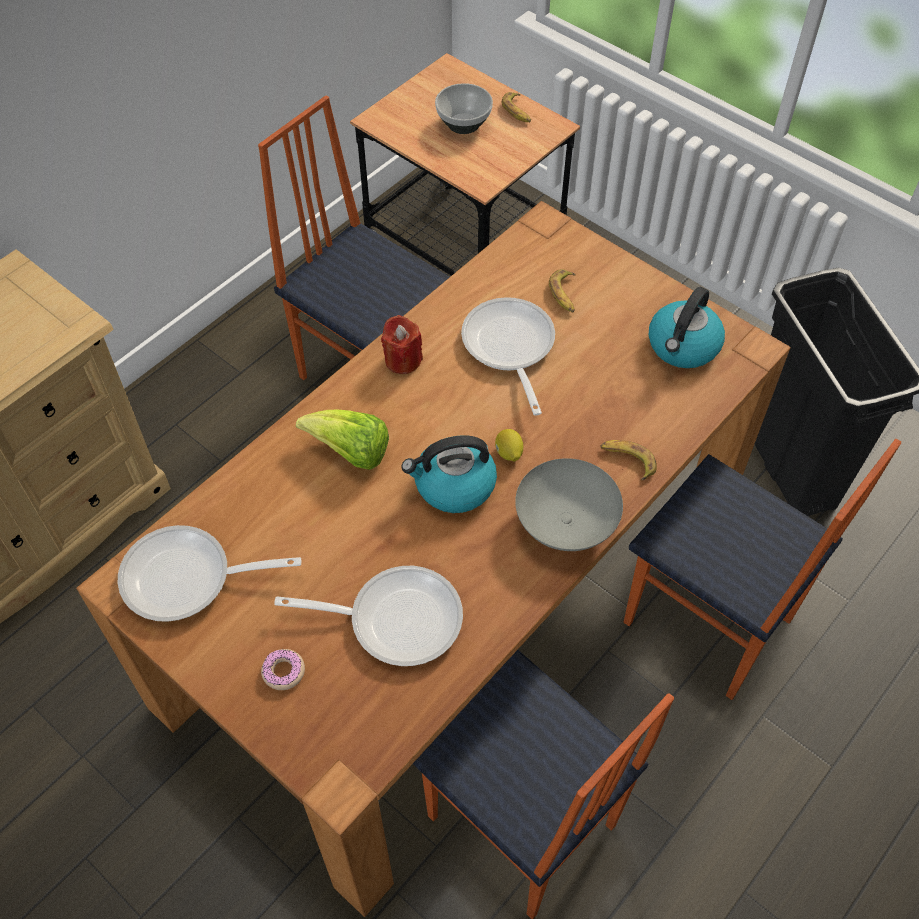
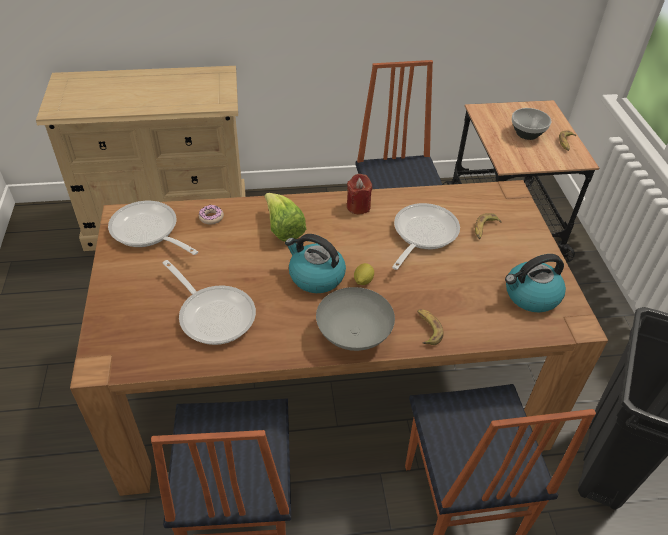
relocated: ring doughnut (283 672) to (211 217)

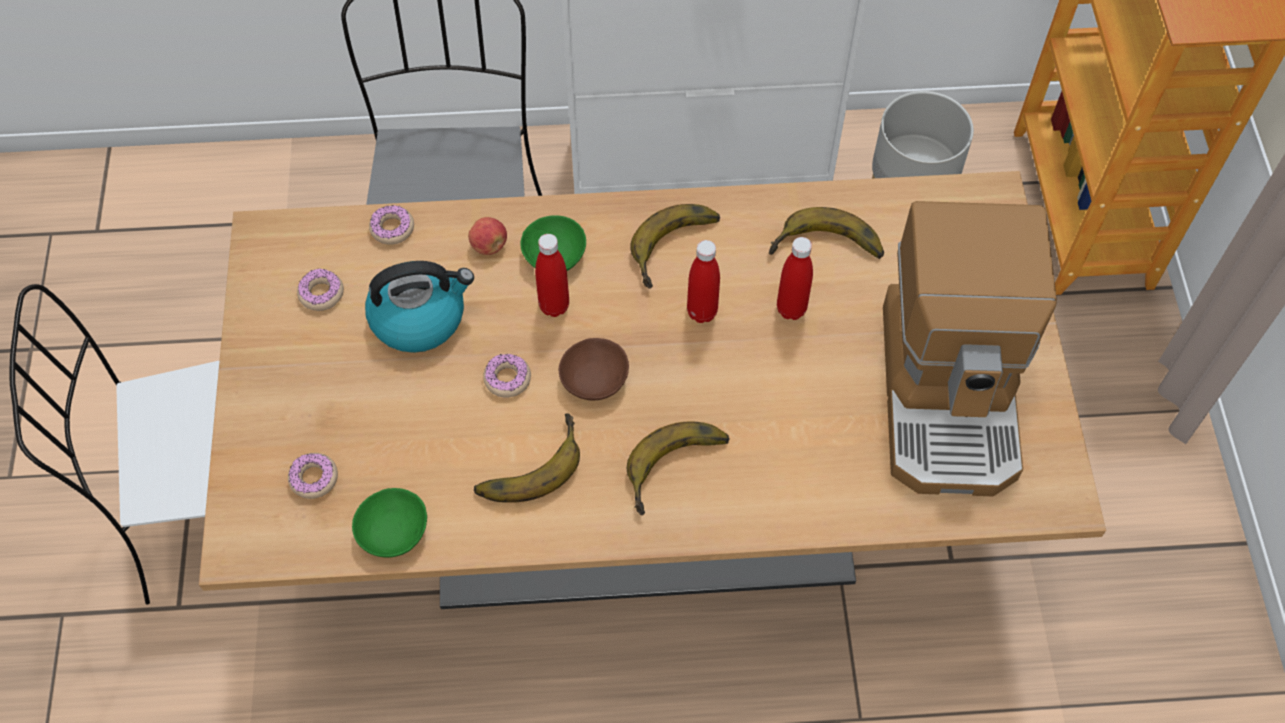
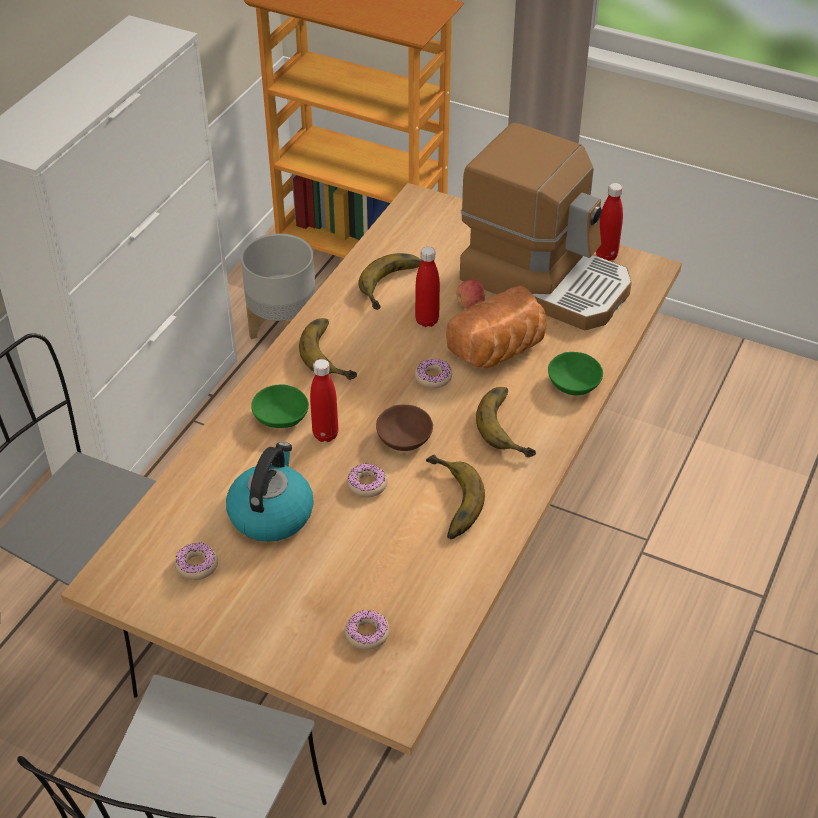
appeared: baked bread (500 350)
relocated: green bowl (392 528) to (571 383); ring doughnut (392 228) to (433 377); apple fruit (489 246) to (470 305); red-coloured drink bottle (702 312) to (606 255)

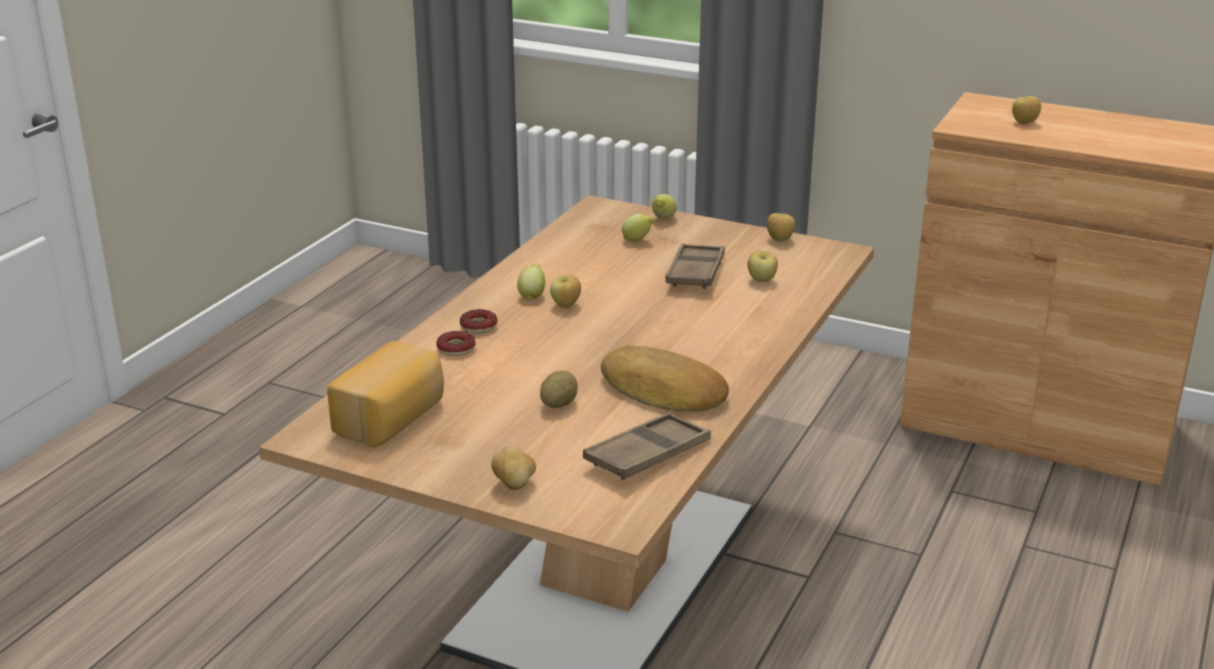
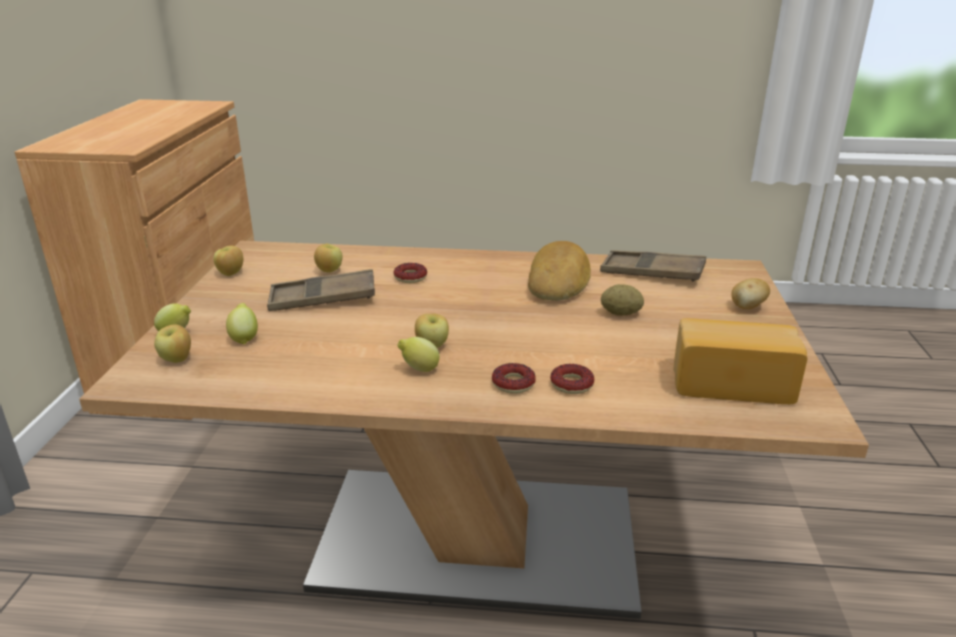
appeared: ring doughnut (410 277)
relocated: apple fruit (1024 123) to (177 359)

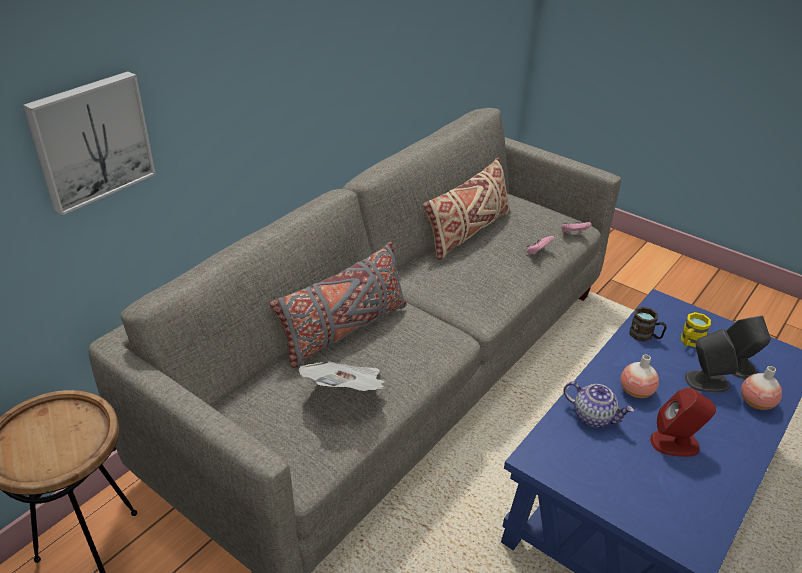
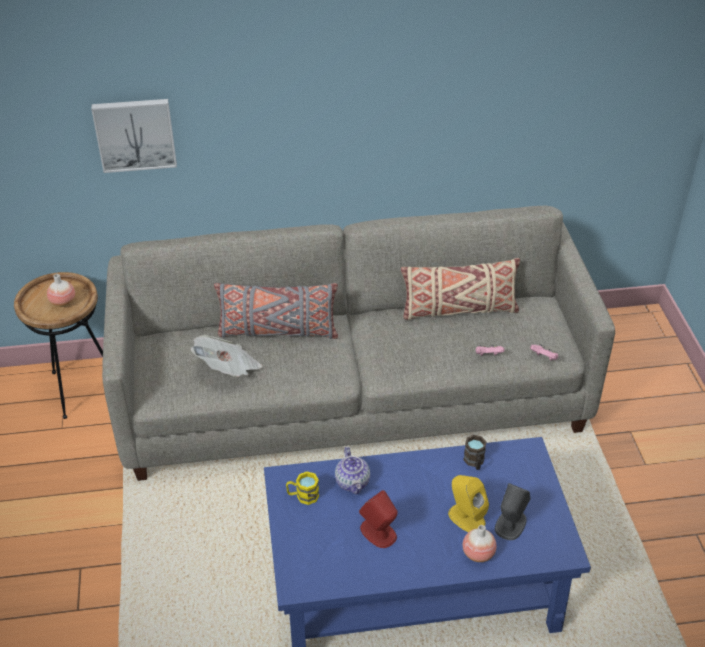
relocated: decorative vase (636 391) to (63 302); yellowish mug (689 342) to (303 496)
colour: greyish loudspeaker (706 381) to yellowish loudspeaker (466 517)

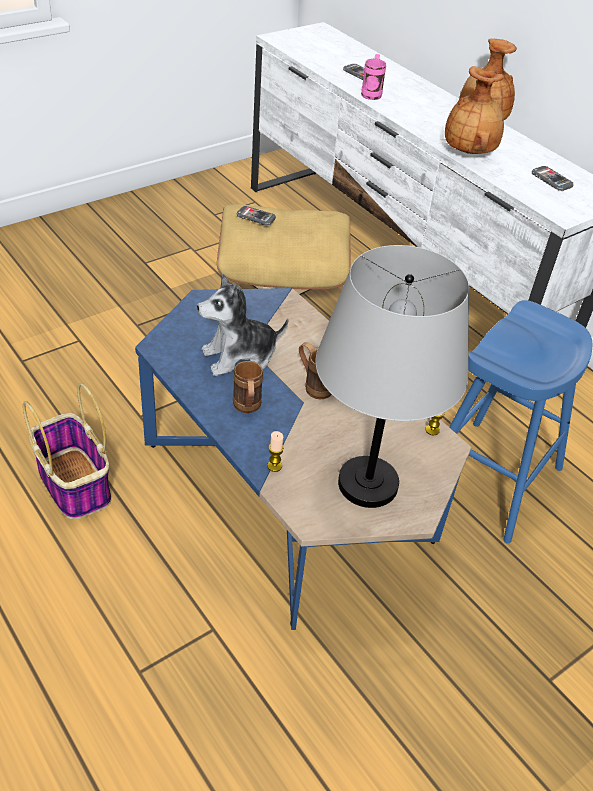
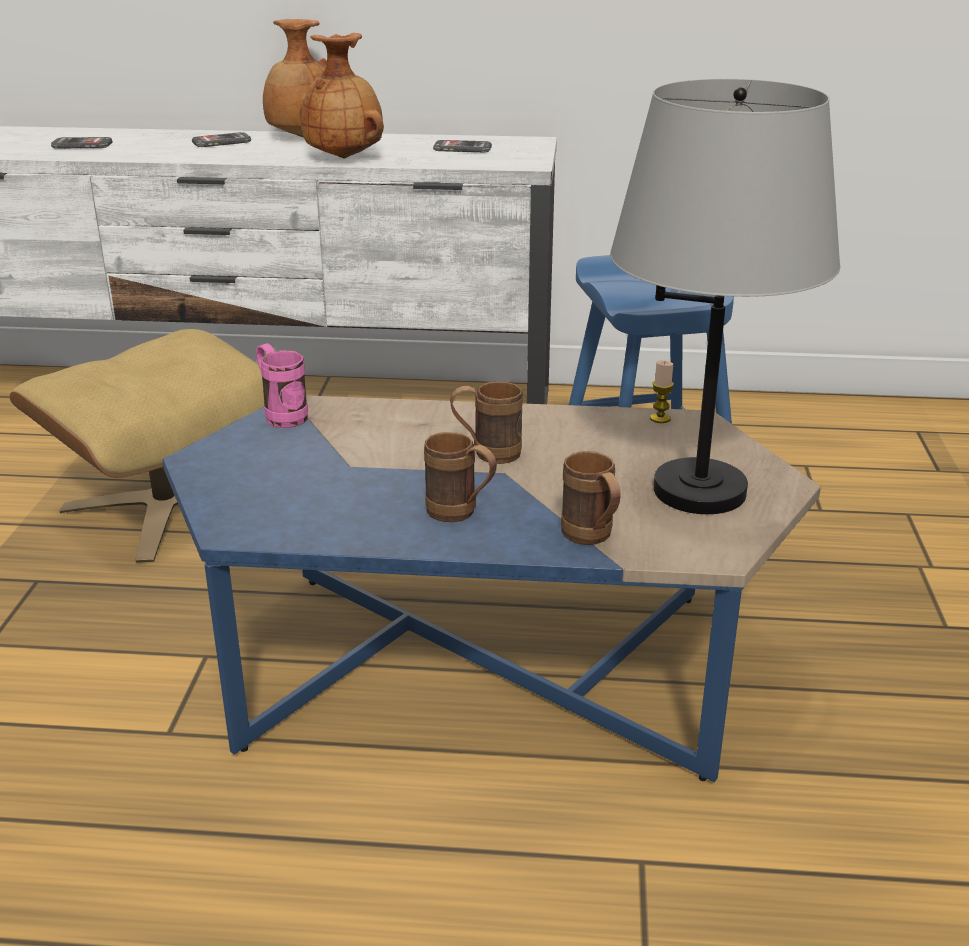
missing: basket (73 483); soft toy (239 357)
relocated: phone (256 217) to (221 142); pinkish mug (372 93) to (281 415)
exchanged: candle (274 466) to brownish mug (592 538)

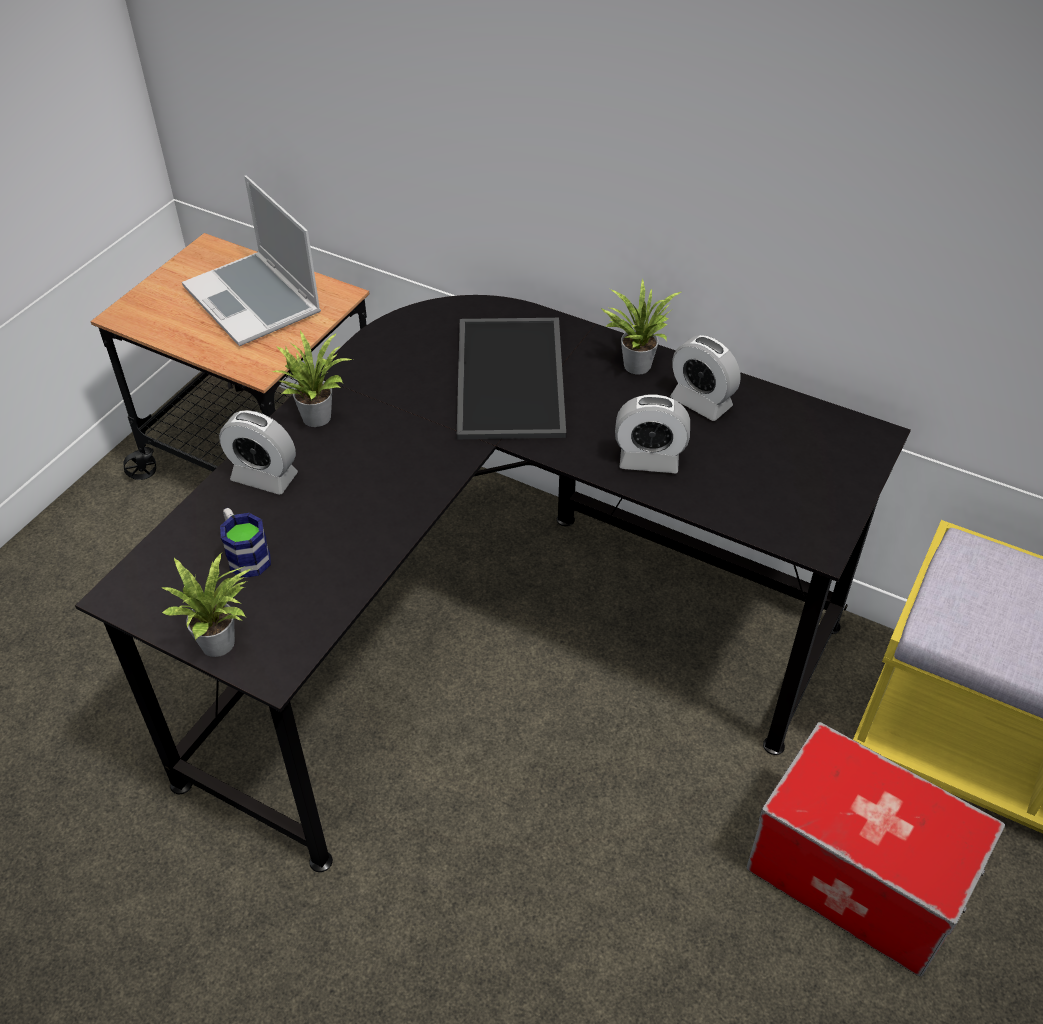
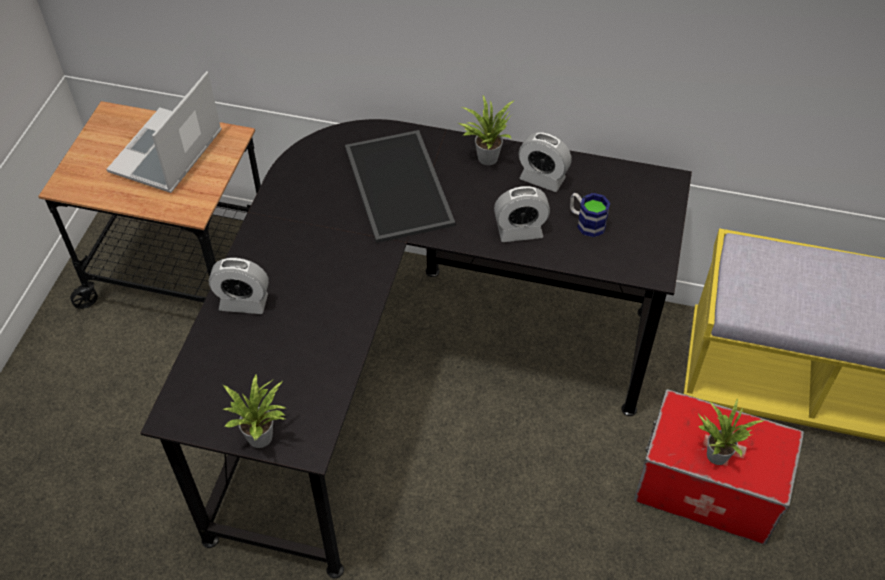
relocated: mug (245 555) to (586 222); potted plant (317 414) to (716 452)
spun: notebook computer (255 301) = (167 154) 75 degrees clockwise

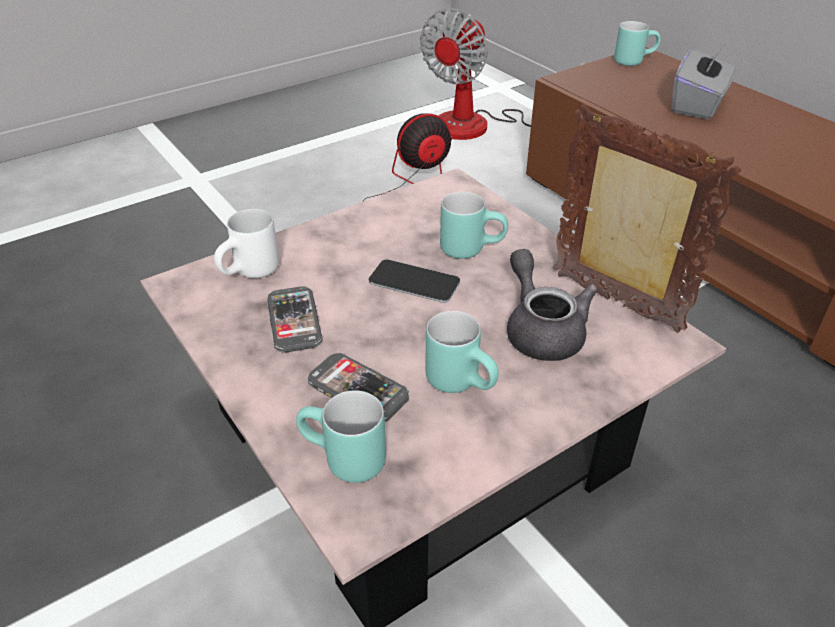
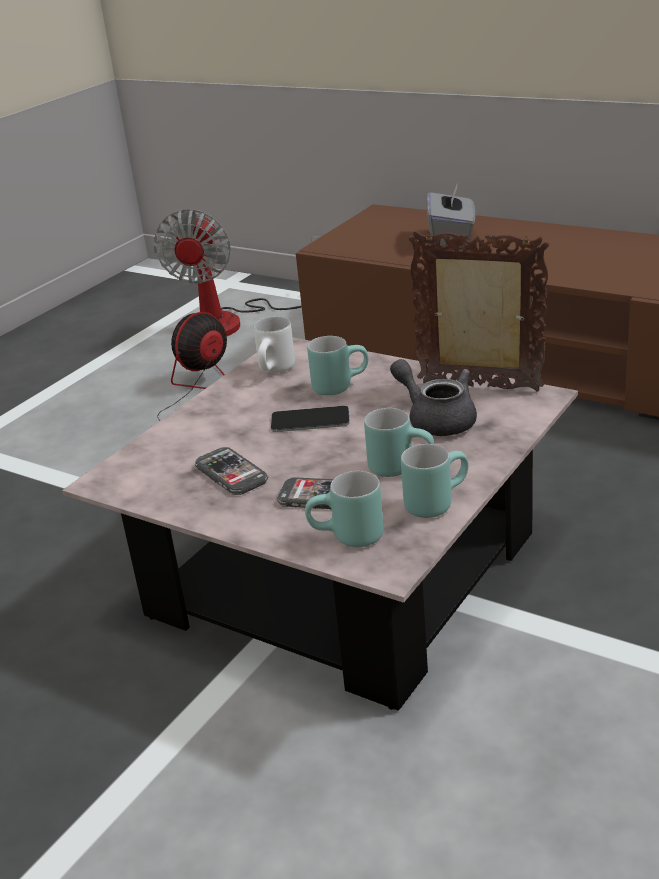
relocated: white-coloured mug (251 274) to (277 371); turquoise mug (633 60) to (435 501)

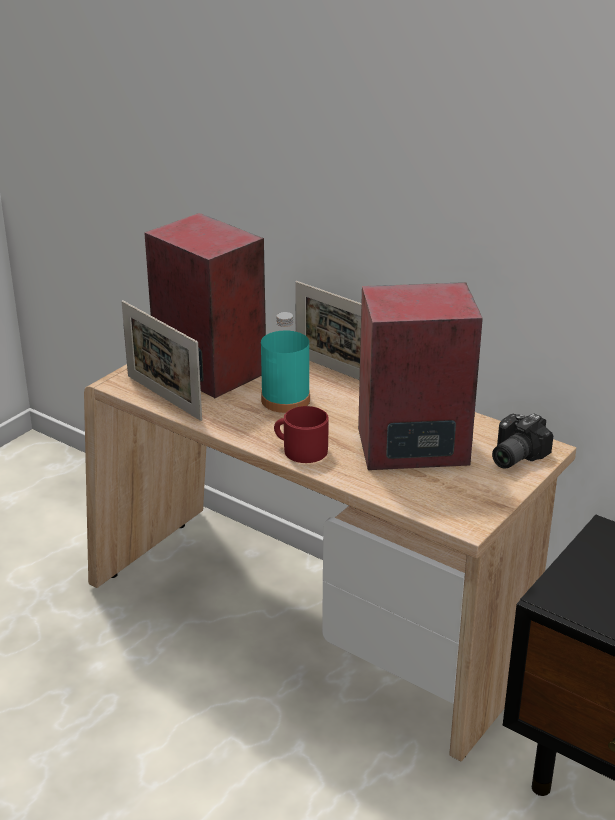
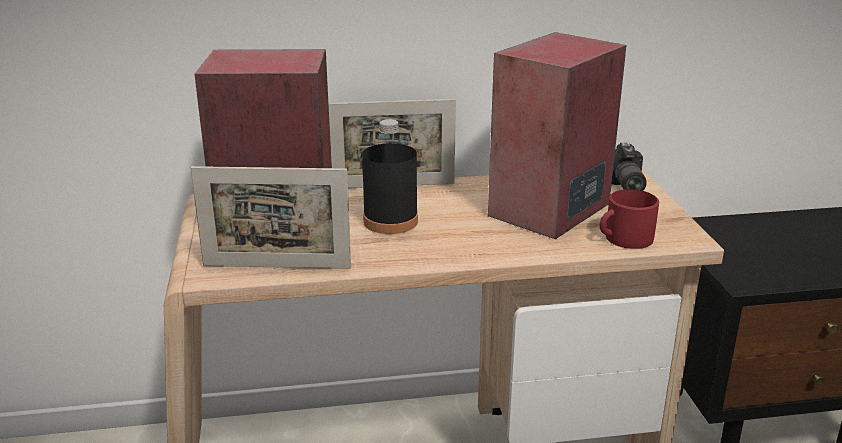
relocated: red-coloured mug (300 449) to (623 239)
colour: turquoise drink bottle (285 400) to black drink bottle (390 221)

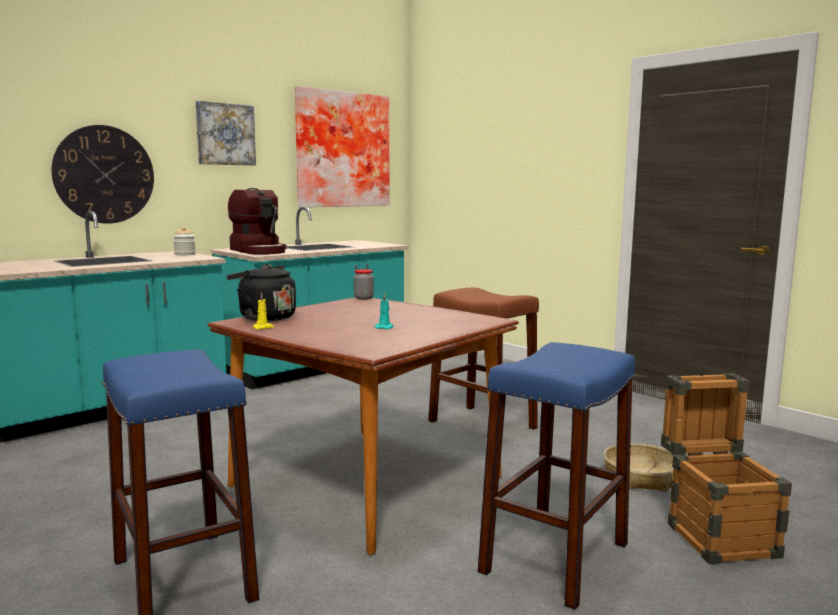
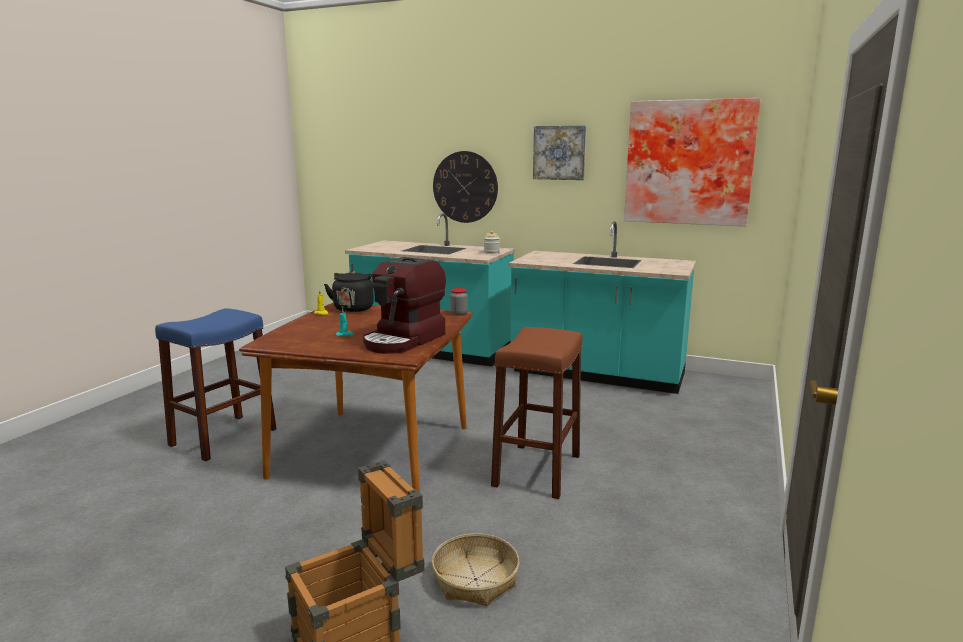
missing: blue-coloured stool (555 558)
relocated: coffee machine (259 251) to (404 340)

